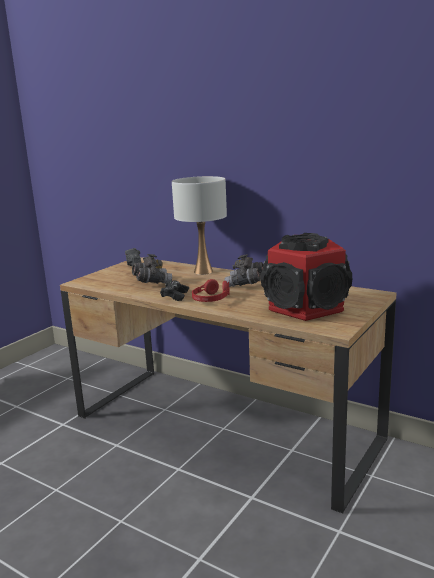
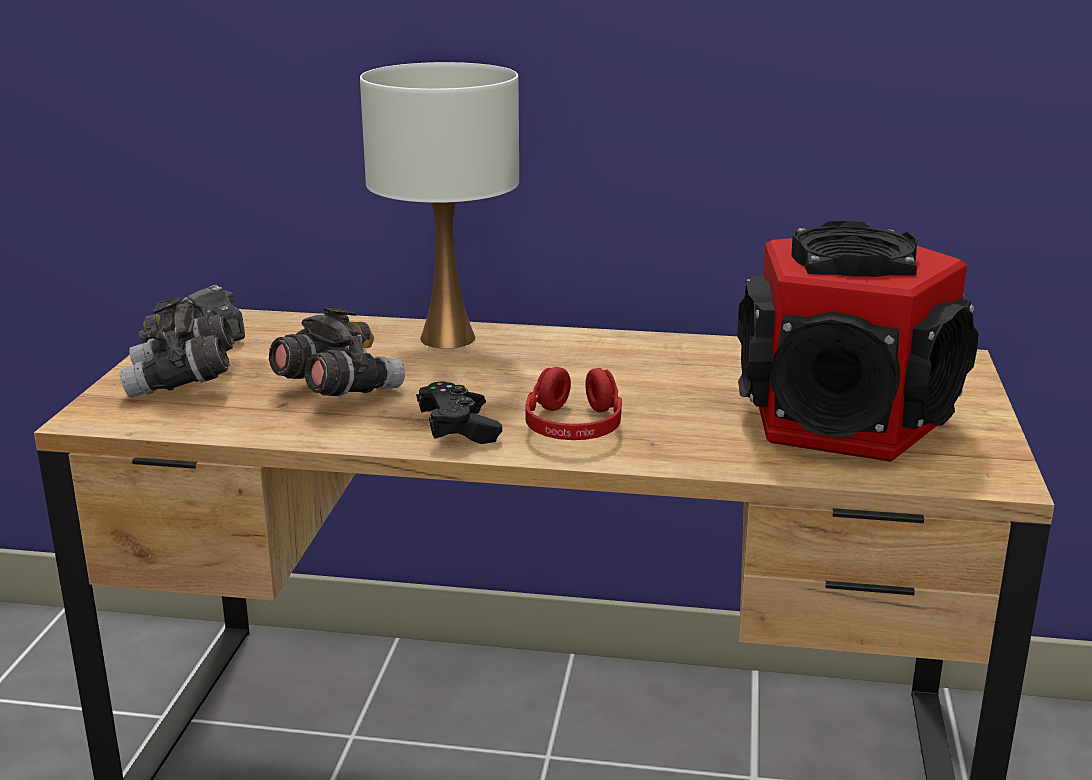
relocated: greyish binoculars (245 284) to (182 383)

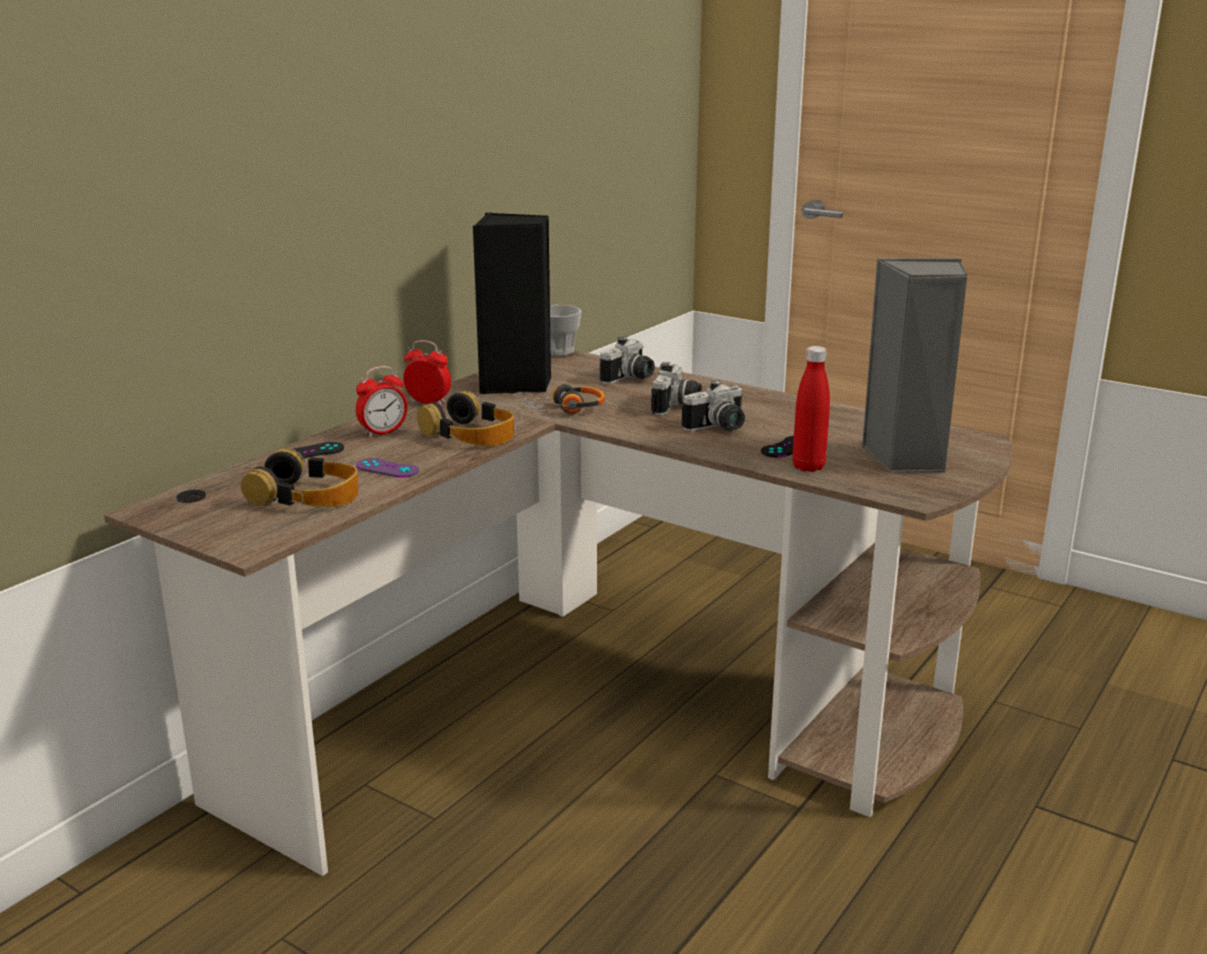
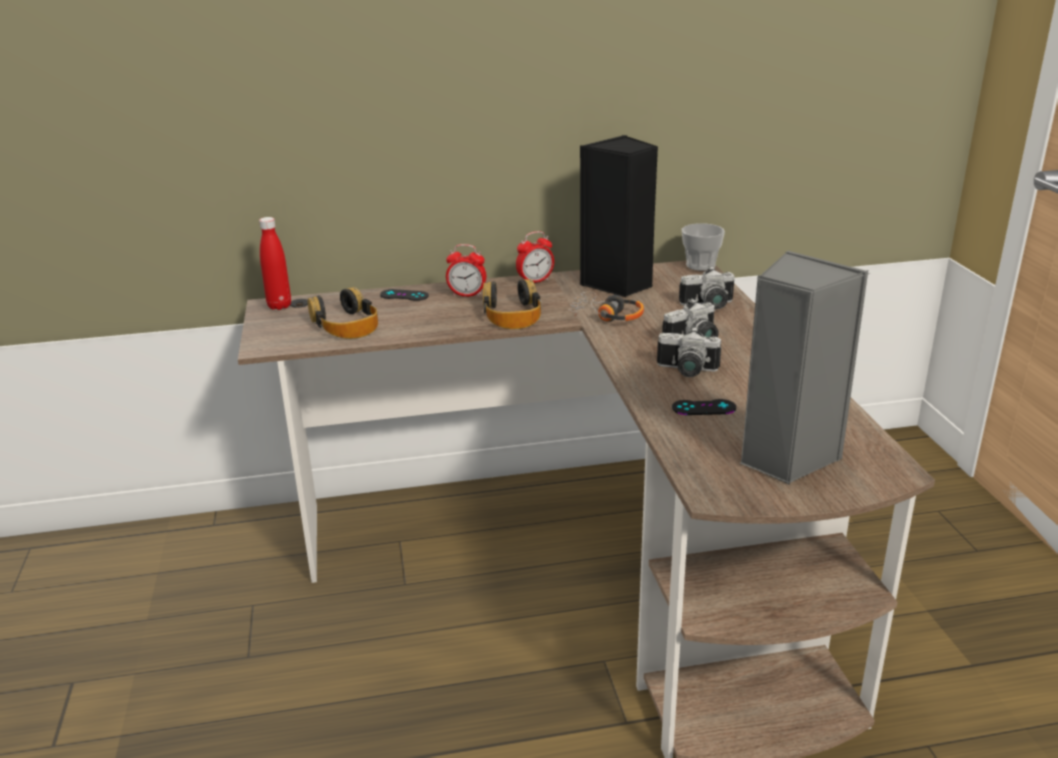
missing: purple-coloured gamepad (387 468)
relocated: red-coloured drink bottle (808 467) to (279 306)
spun: bedside clock (428 402) = (535 281) 90 degrees clockwise

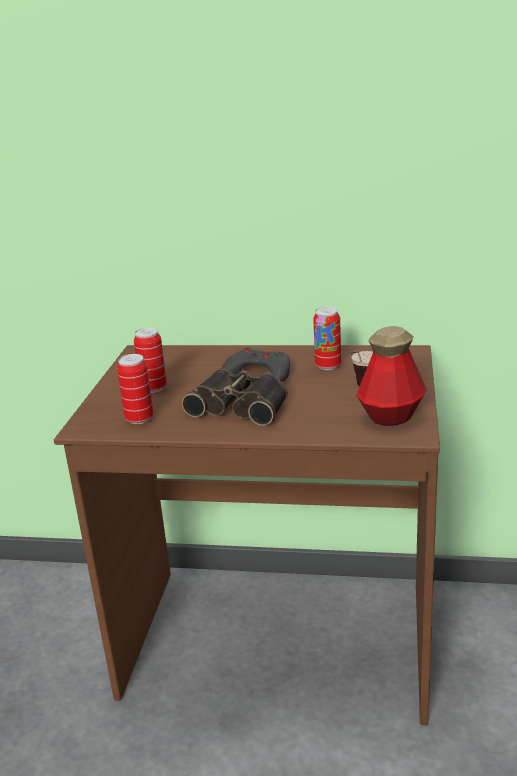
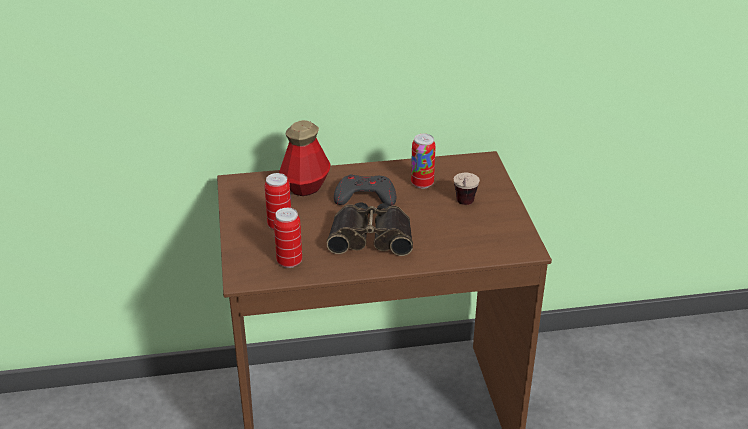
relocated: drink bottle (391 416) to (305 187)

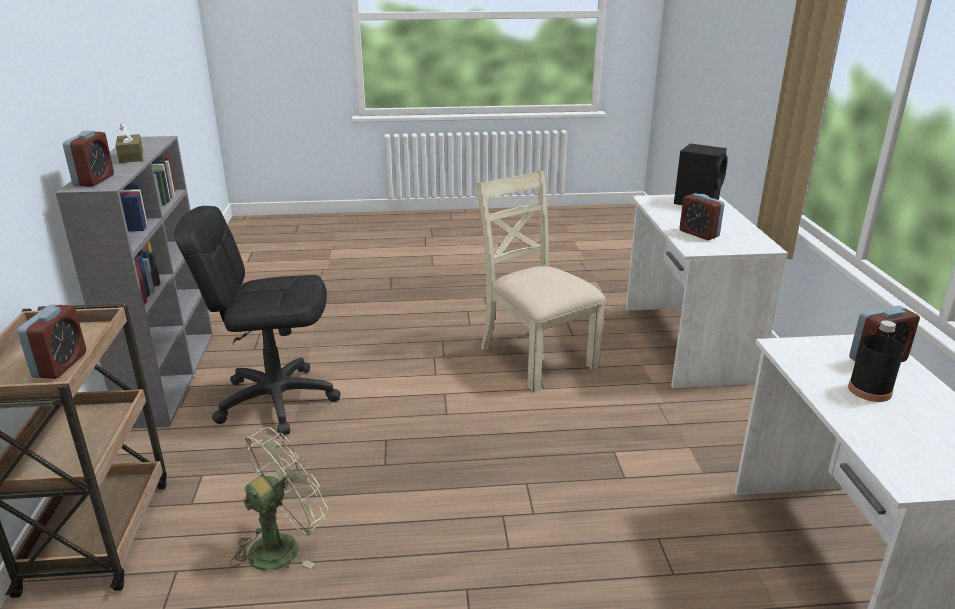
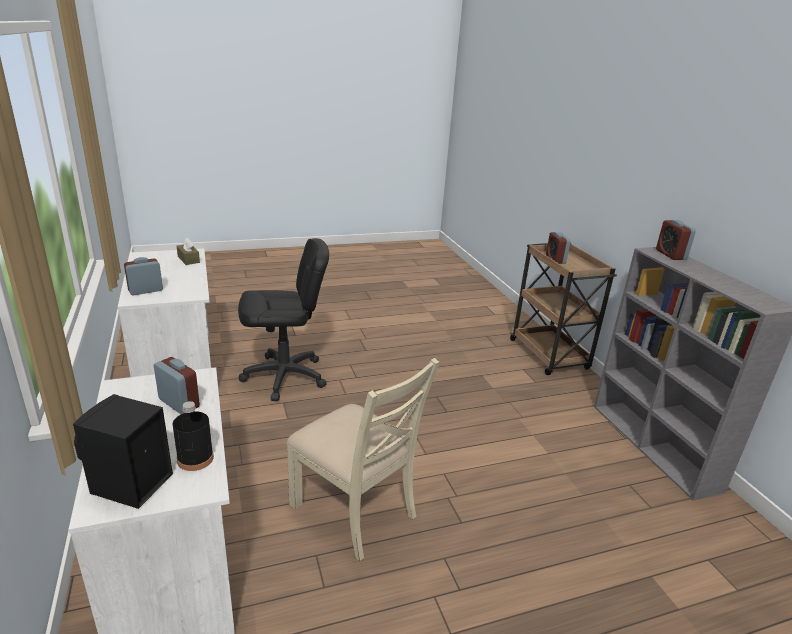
missing: green cooling fan (283 545)
relocated: brownish tissue holder (131 157) to (188 259); black desk chair (276 400) to (285 377); black drink bottle (869 390) to (195 459)

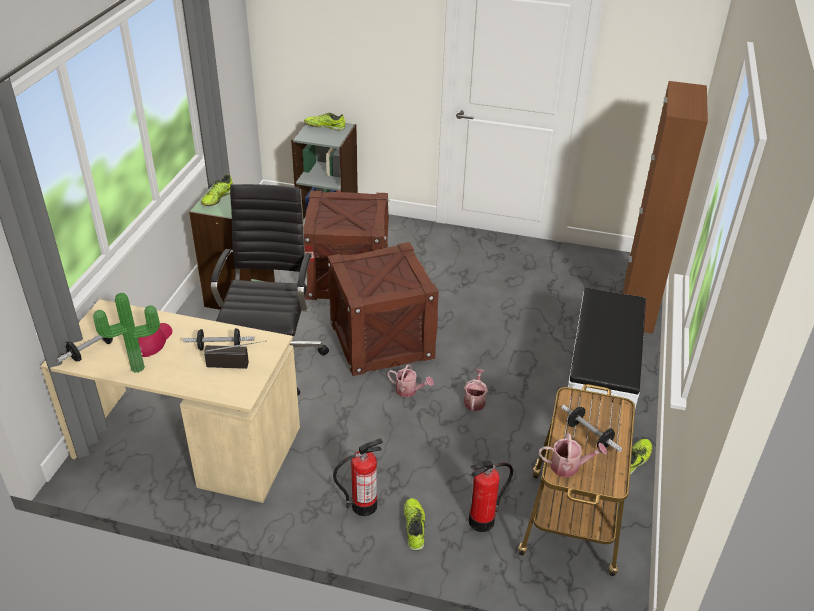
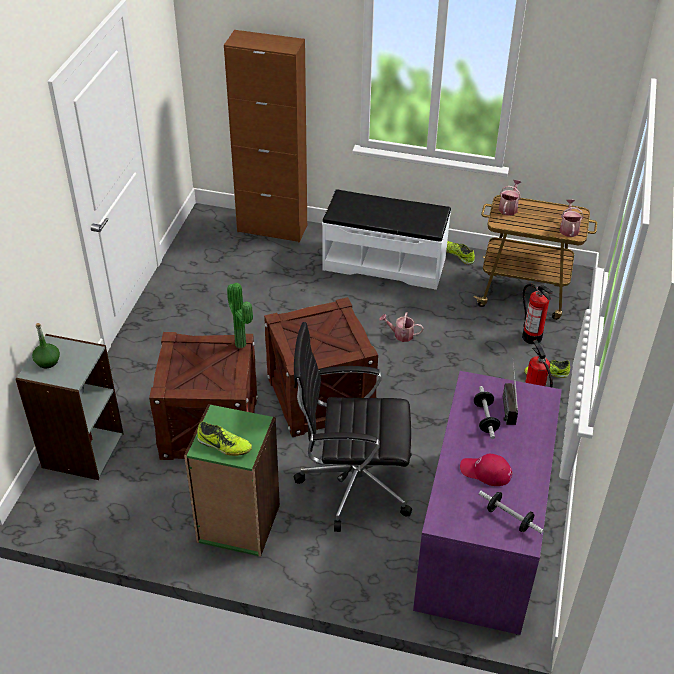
missing: free weight (589 435)
relocated: potted plant (138 369) to (242 343); sprinkling can (409 390) to (509 208)
exchanged: shoe (325 126) to green drink bottle (47 361)
colour: beige desk unit (186 443) to purple-coloured desk unit (483 538)

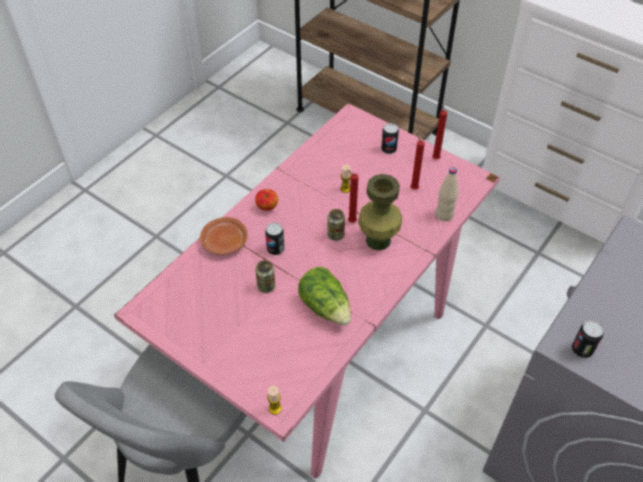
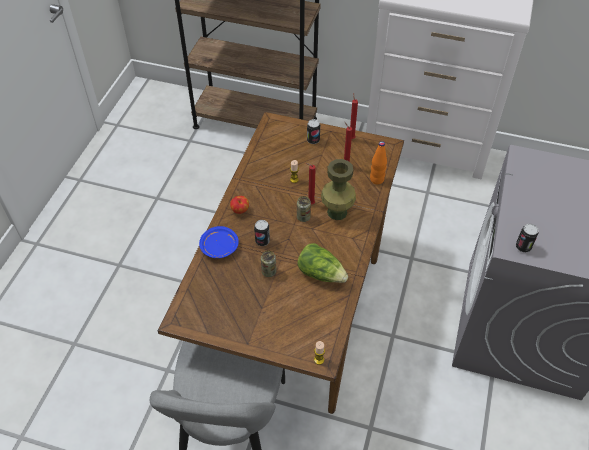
colour: pinkish dinner table (321 345) to brownish dinner table (294 311); brownish dinner plate (224 242) to blue-coloured dinner plate (219 247); beige drink bottle (444 215) to orangey drink bottle (377 179)

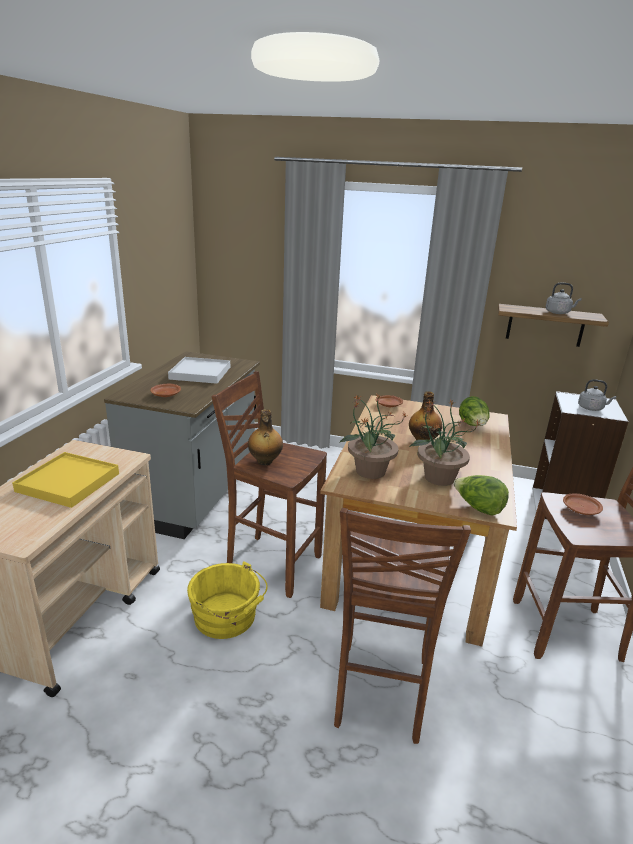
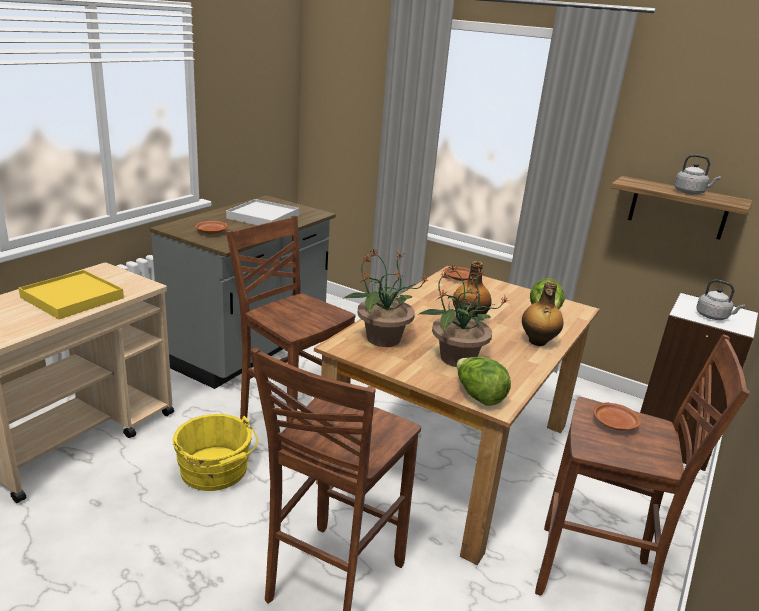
relocated: drink bottle (264 462) to (537 342)

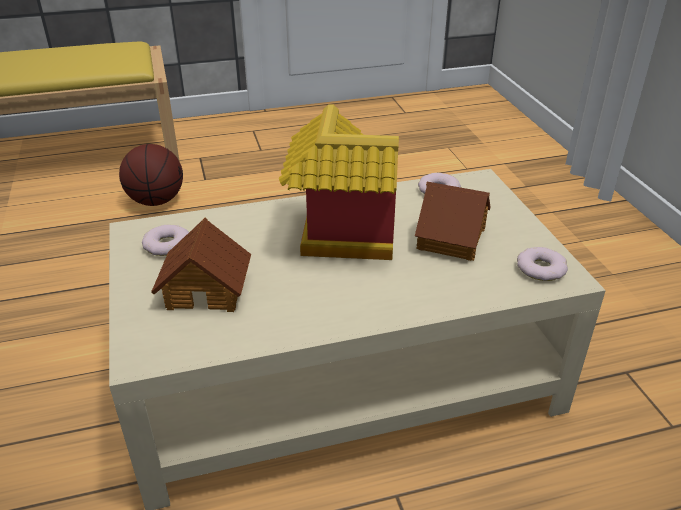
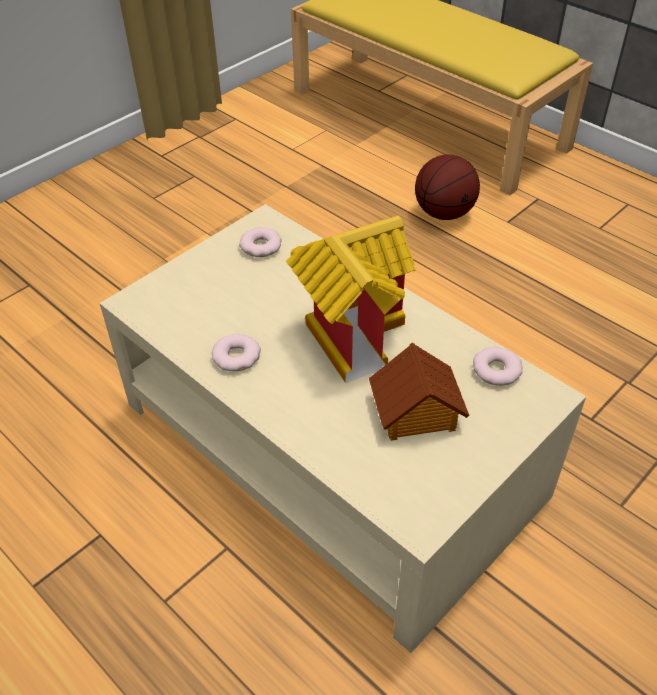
missing: model house (207 289)
relocated: ring doughnut (541 268) to (236 356)

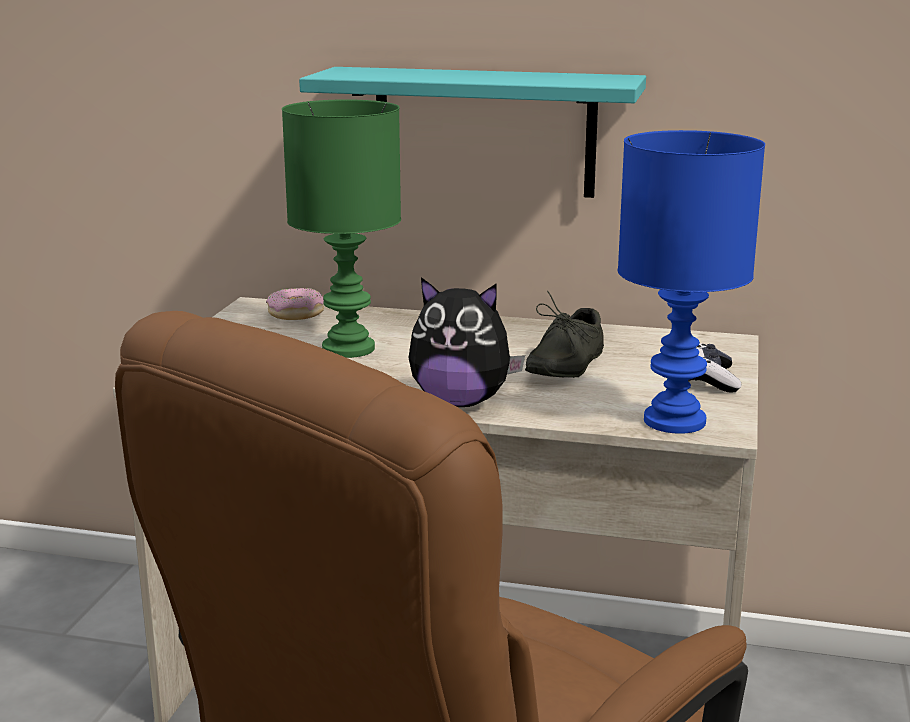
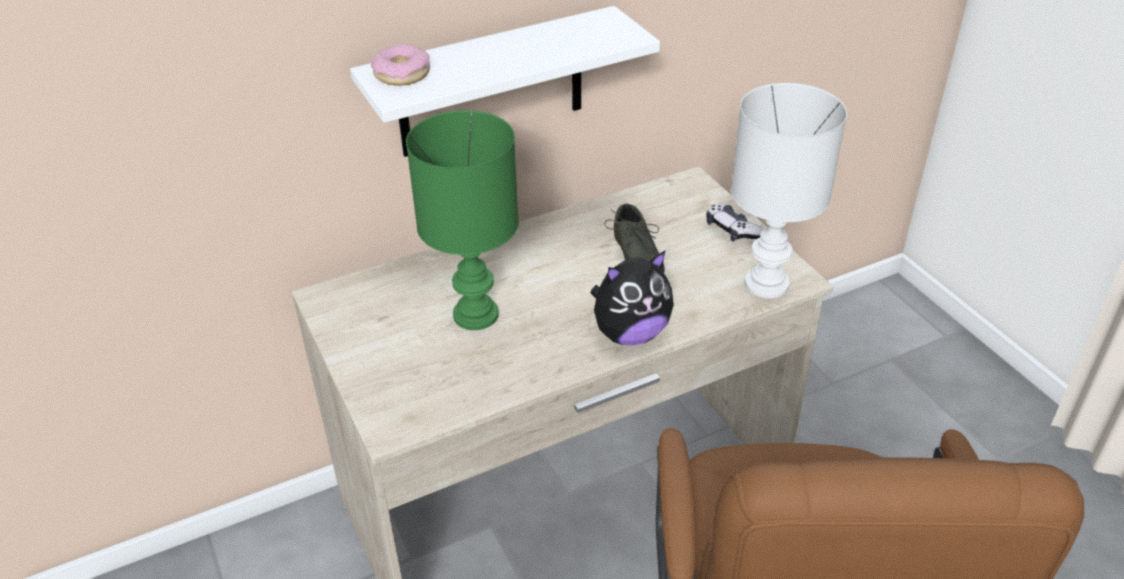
relocated: ring doughnut (296 313) to (402 74)
colour: turquoise wall shelf (485 132) to white-coloured wall shelf (491 84); blue-coloured table lamp (676 422) to white-coloured table lamp (768 284)

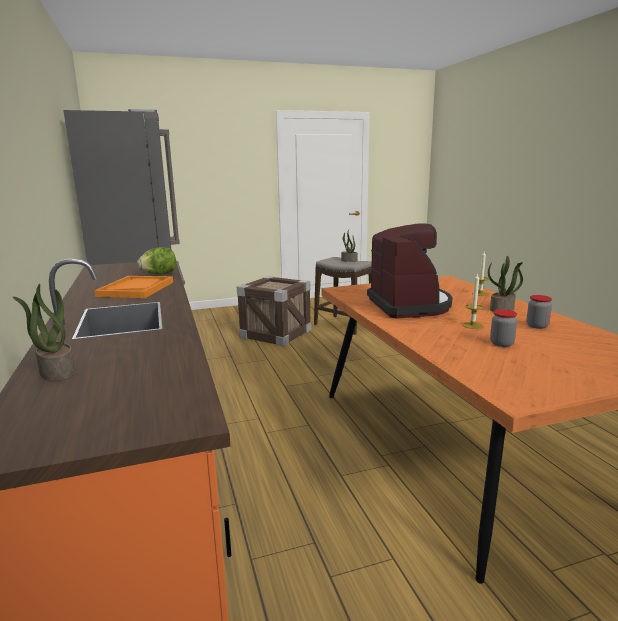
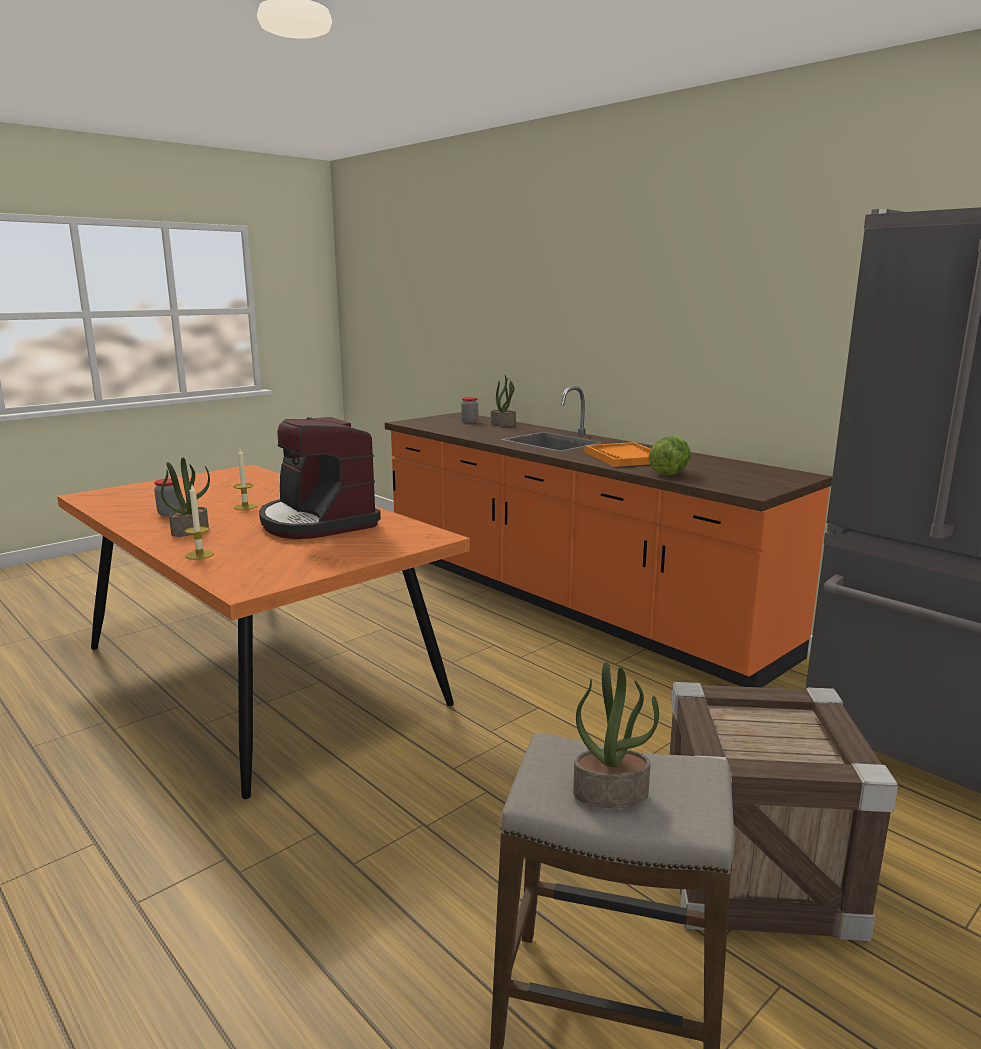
relocated: storage jar (501 343) to (469 421)

